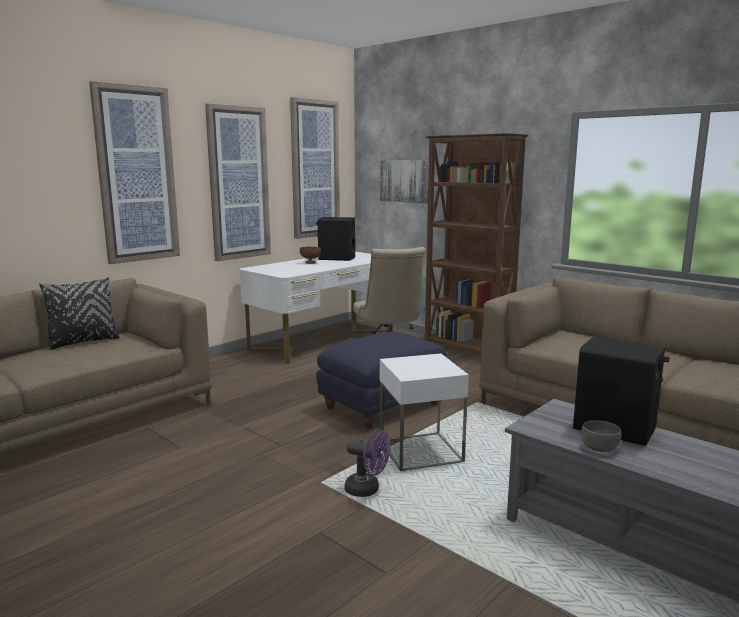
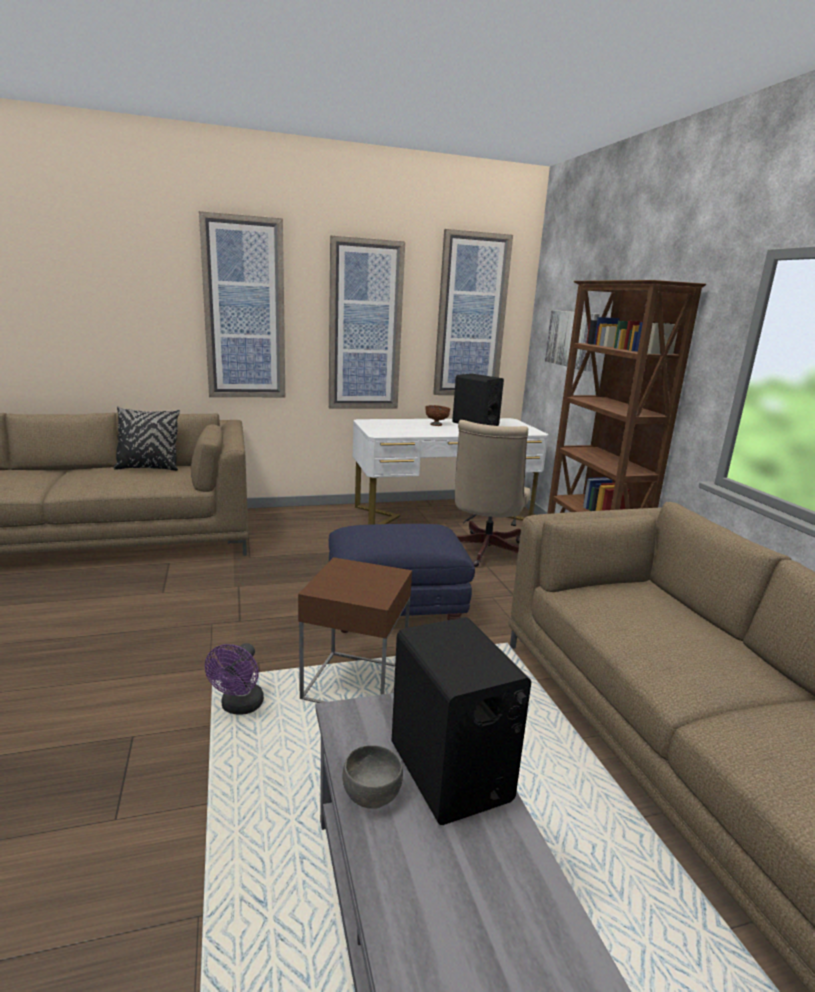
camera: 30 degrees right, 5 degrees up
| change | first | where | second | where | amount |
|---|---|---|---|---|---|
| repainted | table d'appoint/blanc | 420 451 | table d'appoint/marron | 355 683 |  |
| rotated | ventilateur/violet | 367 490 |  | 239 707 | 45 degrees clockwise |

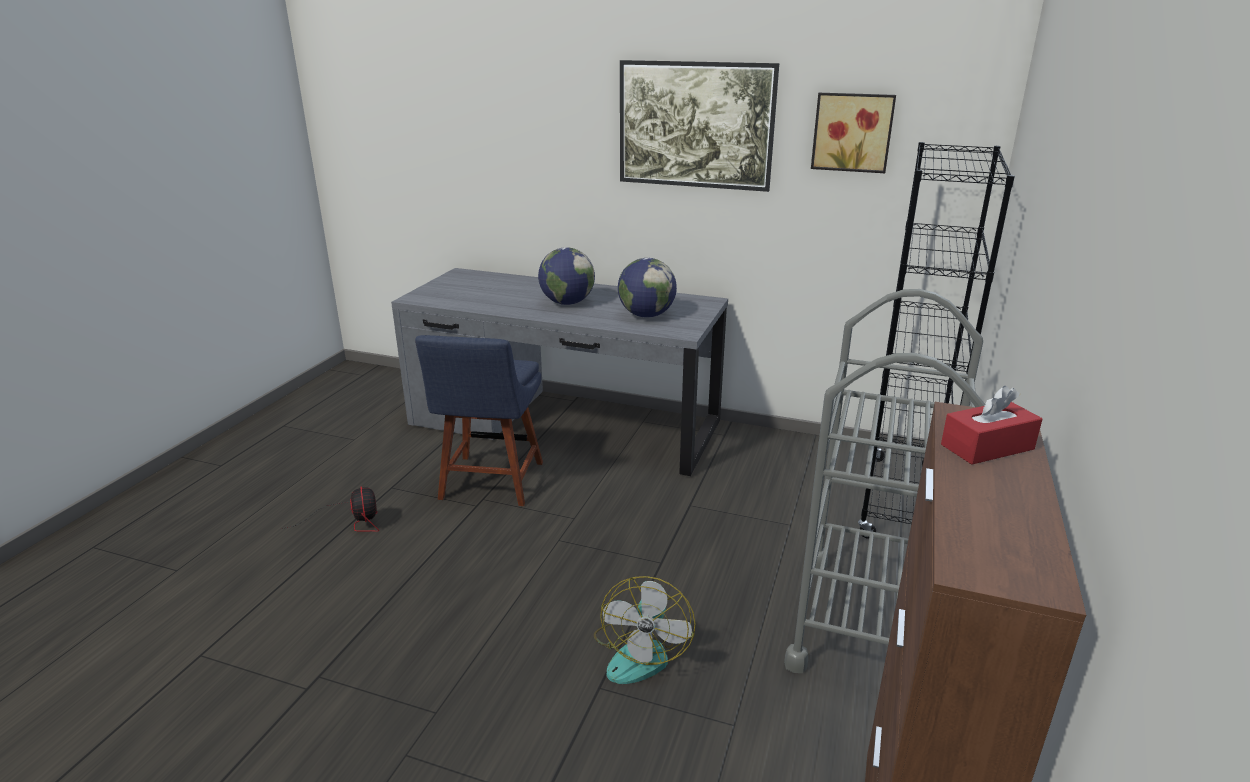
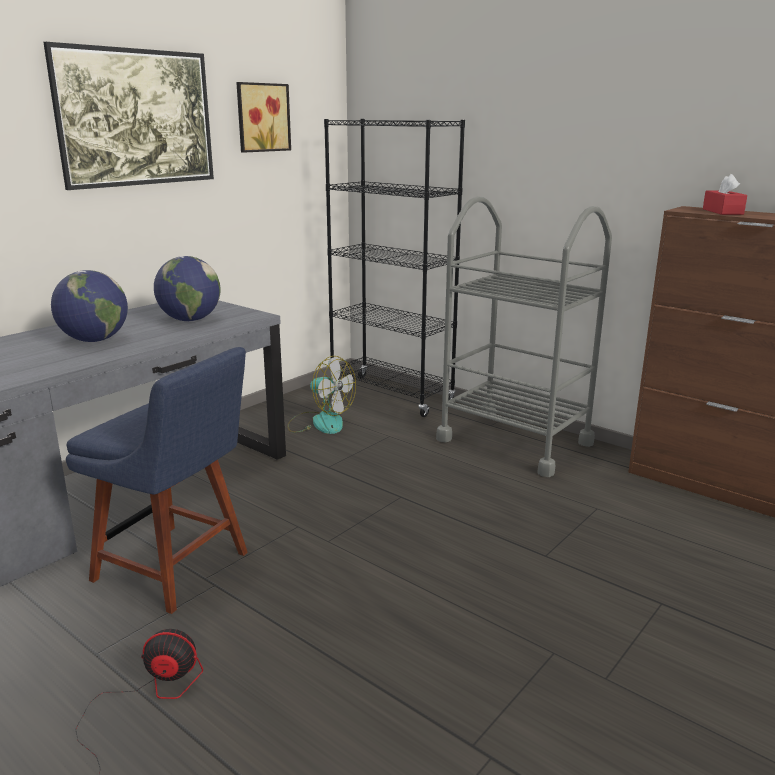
camera: 70 degrees left, 5 degrees down
| change | first | where | second | where | amount |
|---|---|---|---|---|---|
| shifted | ventilateur | 641 652 |  | 320 422 |  |

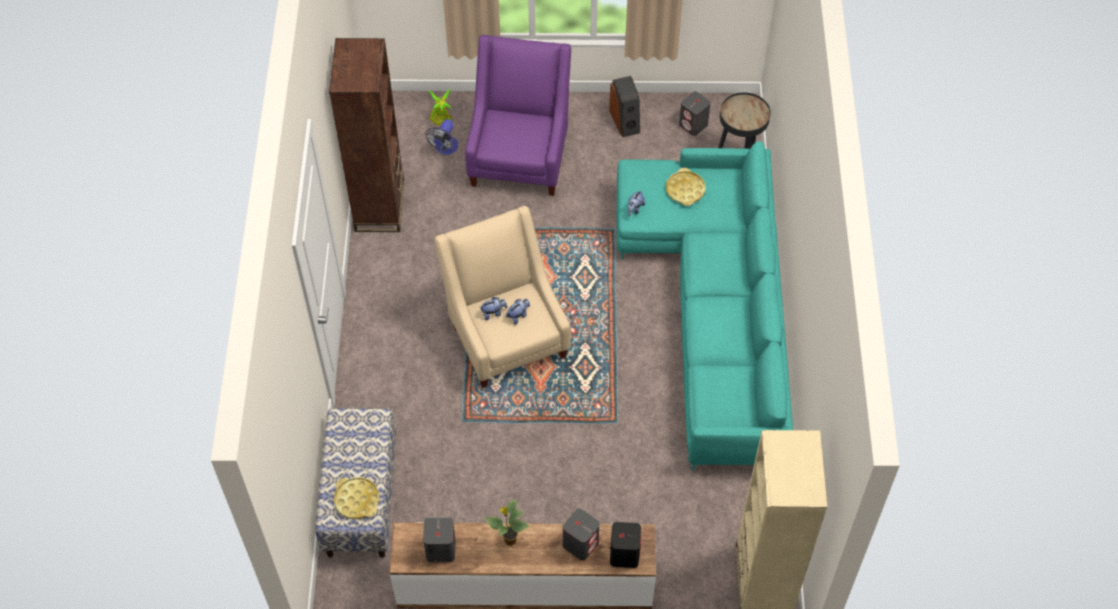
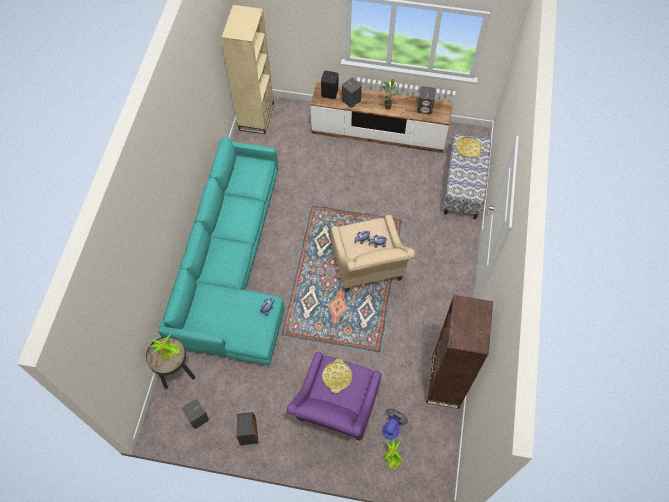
camera: 170 degrees left, 5 degrees up
| change | first | where | second | where | amount |
|---|---|---|---|---|---|
| new |  |  | plante en pot | 169 353 |  |
| shifted | plateau/jaune | 685 190 |  | 337 377 |  |

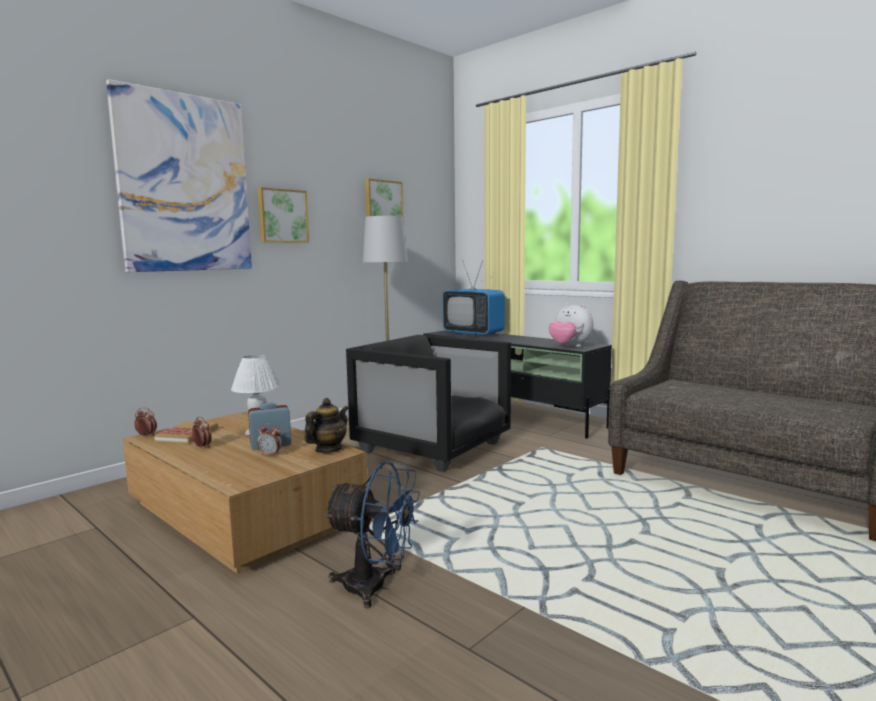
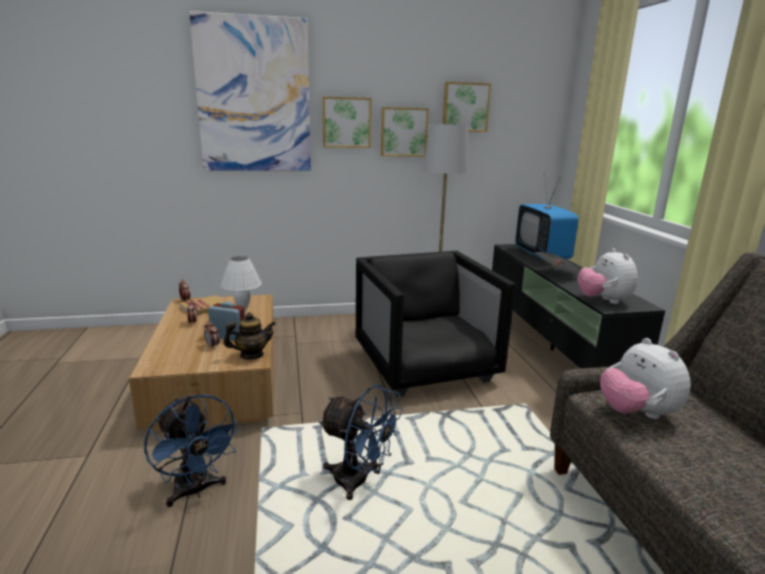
camera: 35 degrees right, 10 degrees up
| change | first | where | second | where | amount |
|---|---|---|---|---|---|
| new |  |  | ventilateur/bleu | 359 481 |  |
| new |  |  | tableau | 403 132 |  |
| new |  |  | journal | 557 274 |  |
| new |  |  | peluche | 637 413 |  |

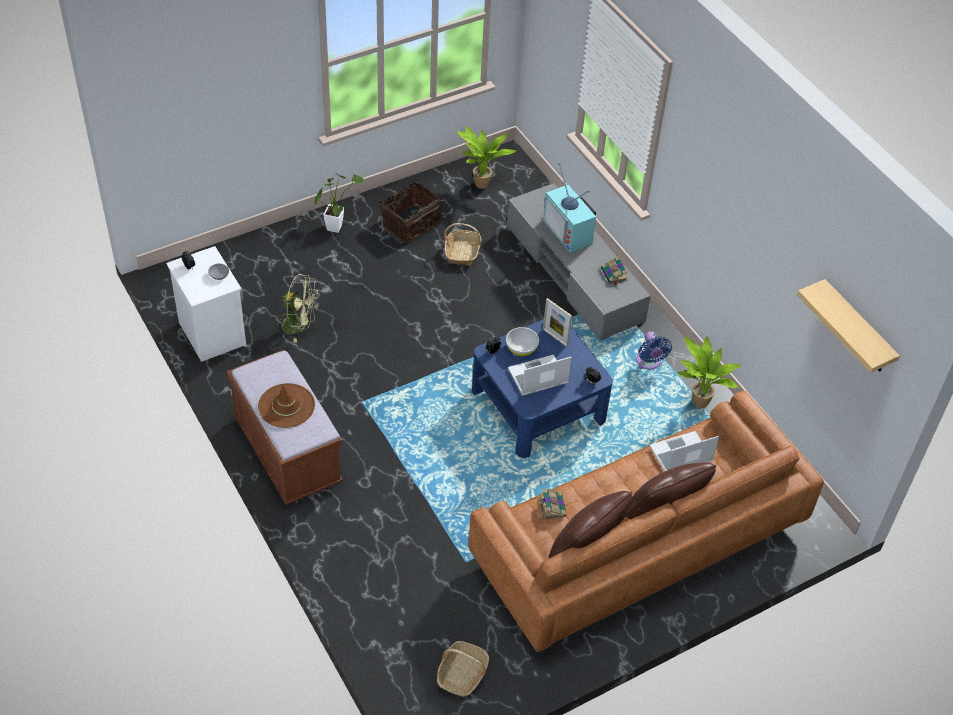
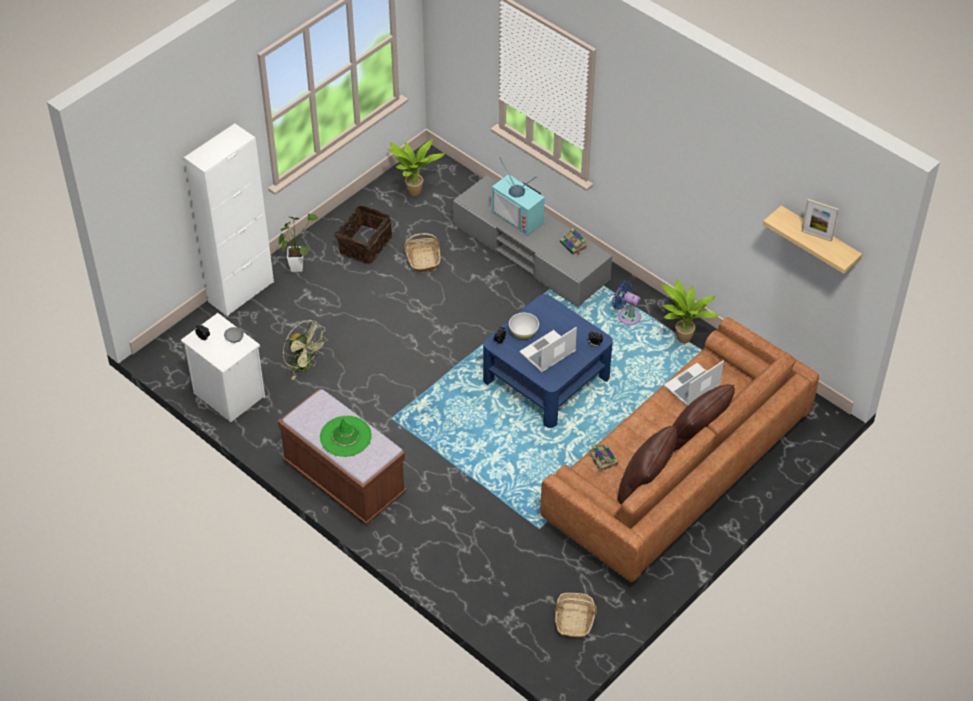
camera: 15 degrees left, 0 degrees up
| change | first | where | second | where | amount |
|---|---|---|---|---|---|
| new |  |  | meuble de rangement/blanc | 241 292 |  |
| shifted | cadre photo | 555 337 |  | 816 235 |  |
| repainted | chapeau/marron | 286 406 | chapeau/vert | 345 436 |  |
| rotated | ventilateur/vert | 299 326 |  | 305 366 | 45 degrees clockwise |
| rotated | ventilateur/bleu | 648 363 |  | 626 316 | 150 degrees clockwise |

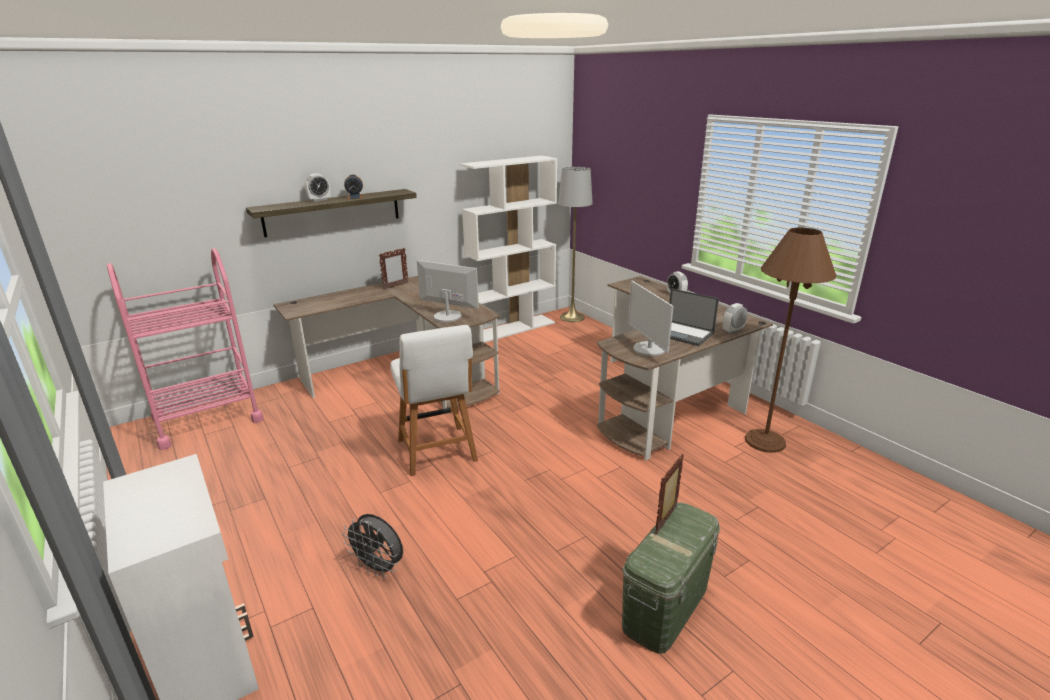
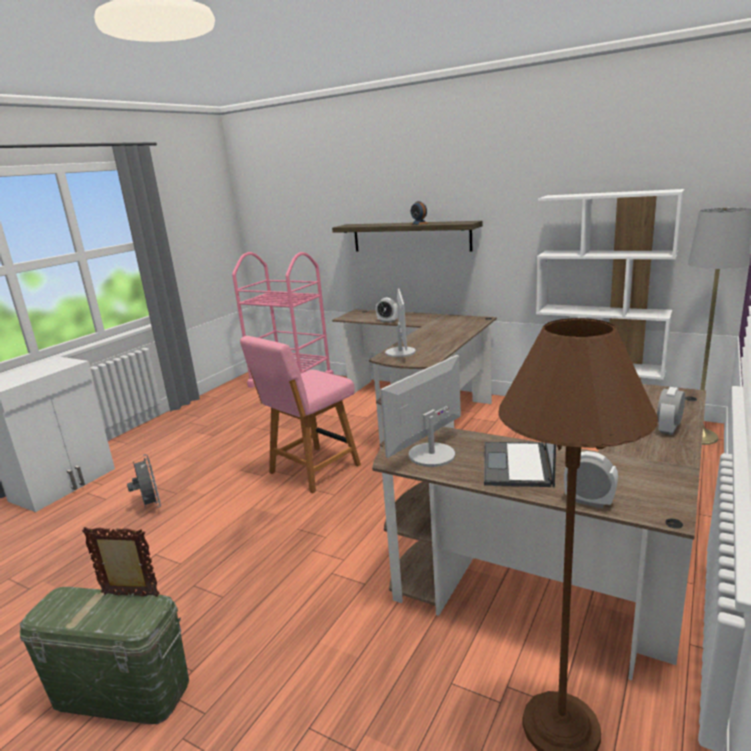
camera: 65 degrees right, 5 degrees down
| change | first | where | second | where | amount |
|---|---|---|---|---|---|
| gone | cadre photo | 395 286 |  |  |  |
| shifted | réveil | 319 200 |  | 387 321 |  |
| repainted | chaise/blanc | 437 452 | chaise/rose | 312 470 |  |
| rotated | ventilateur/gris | 379 568 |  | 150 506 | 150 degrees clockwise |

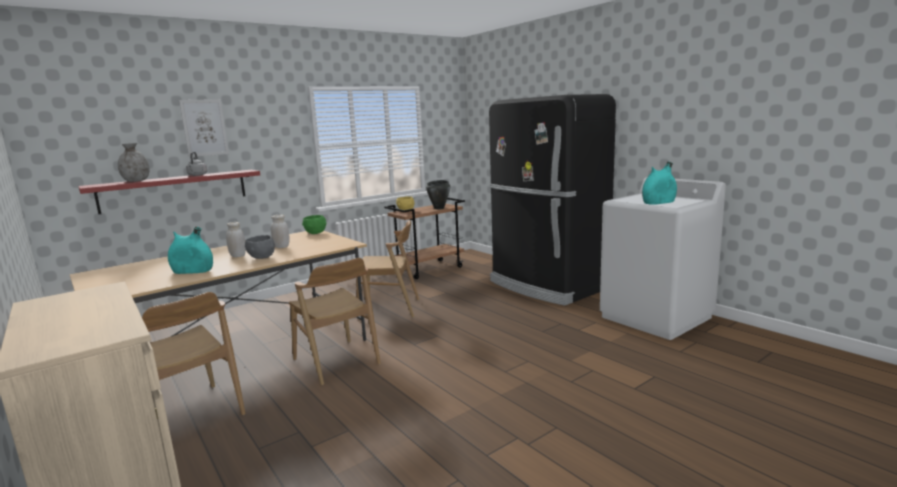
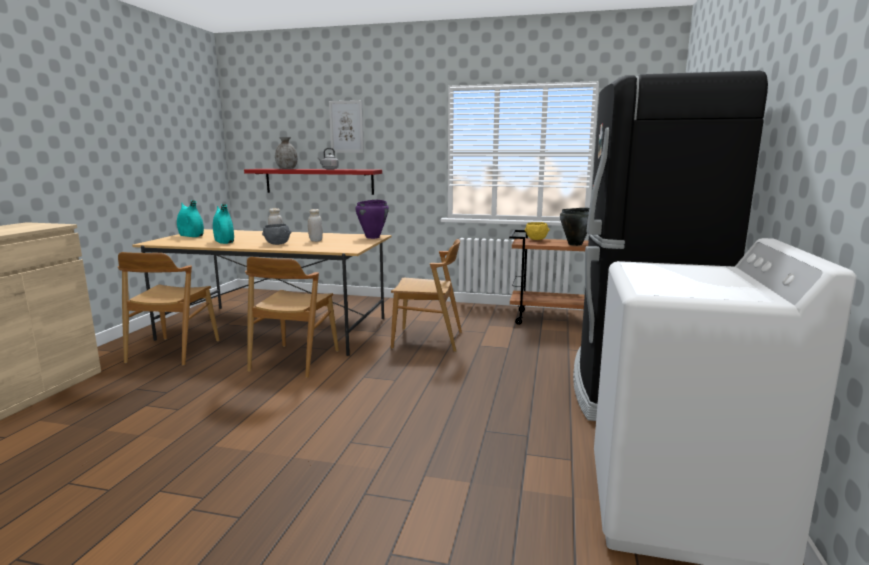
camera: 50 degrees right, 0 degrees up
| change | first | where | second | where | amount |
|---|---|---|---|---|---|
| shifted | vase/turquoise | 658 203 |  | 191 236 |  |
| swapped | bol/vert | 315 233 | marmite/violet | 373 237 |  |
| rotated | chaise/marron | 389 309 |  | 428 340 | 45 degrees counterclockwise |

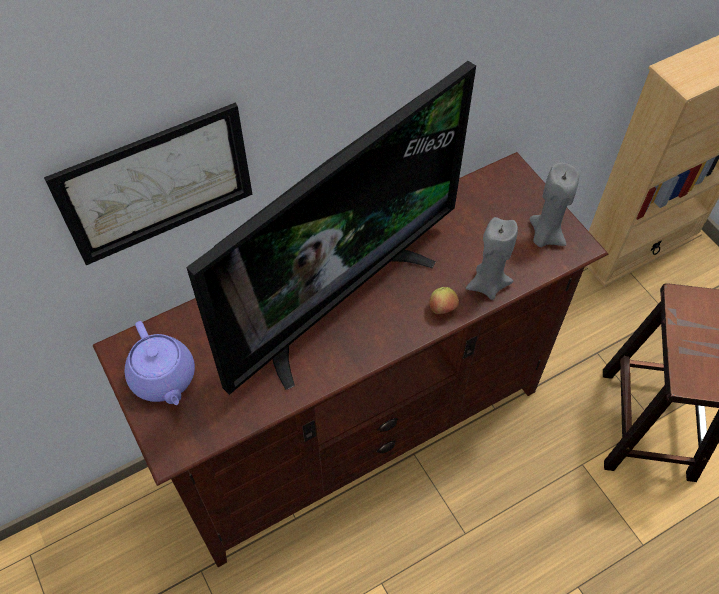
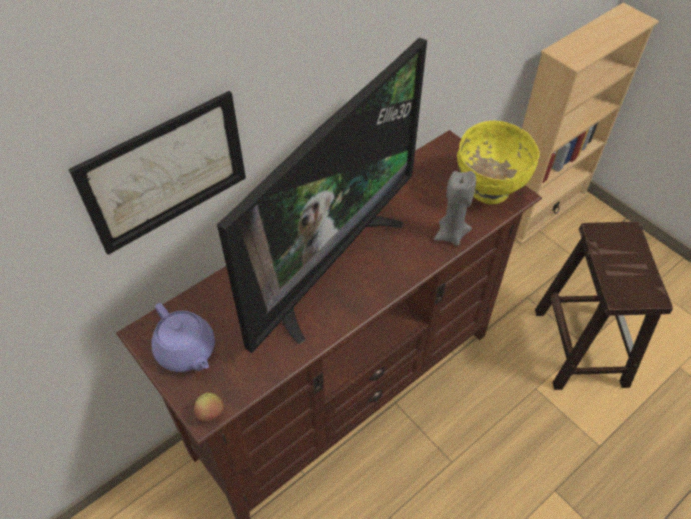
camera: 10 degrees left, 5 degrees down
| change | first | where | second | where | amount |
|---|---|---|---|---|---|
| shifted | pomme | 442 309 |  | 211 414 |  |
| swapped | bougie/gris | 545 236 | bol/jaune | 488 190 |  |

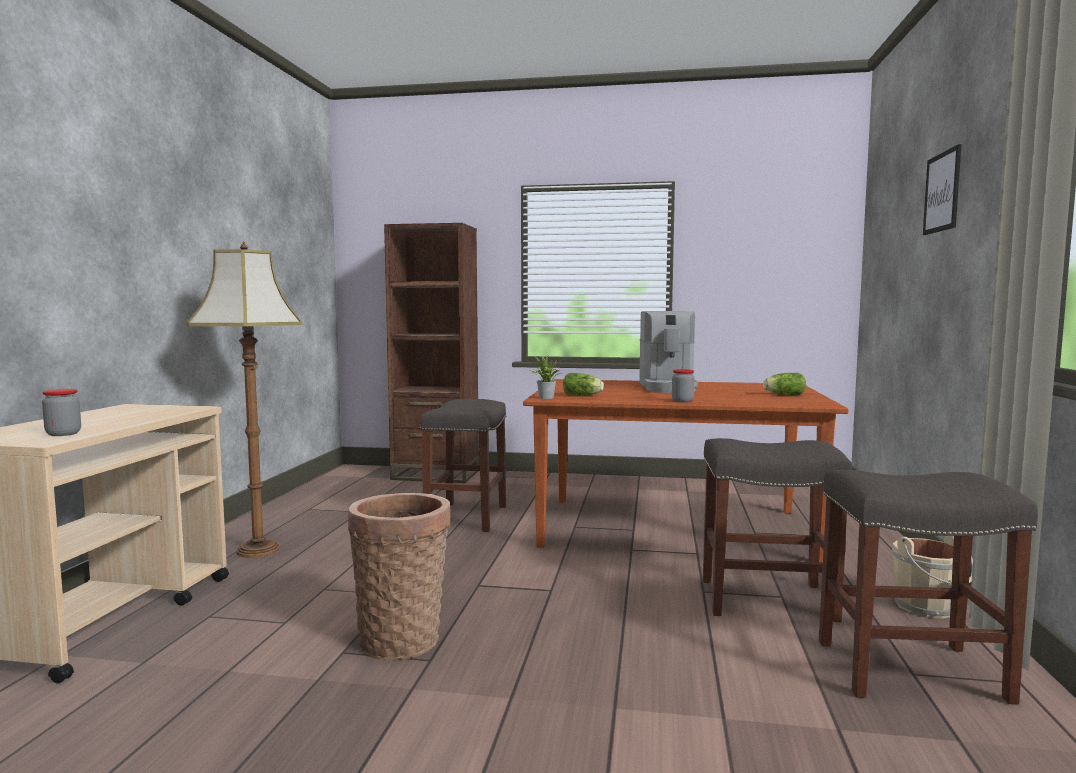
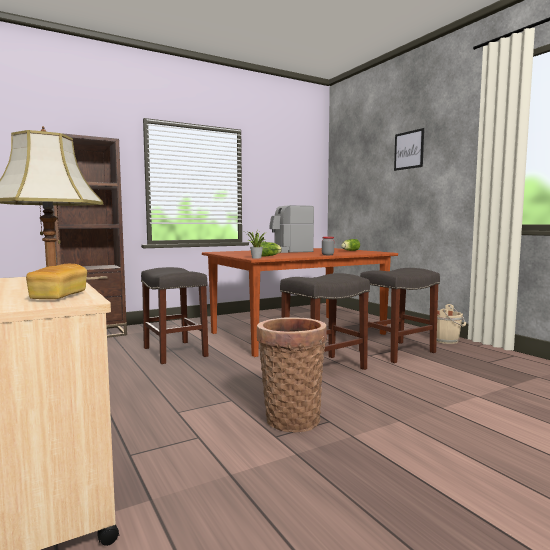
camera: 40 degrees left, 0 degrees up
| change | first | where | second | where | amount |
|---|---|---|---|---|---|
| shifted | tabouret/gris | 908 671 |  | 323 369 |  |
| swapped | bocal | 63 434 | pain | 59 296 |  |
| rotated | machine à café | 667 387 |  | 286 251 | 105 degrees clockwise |

